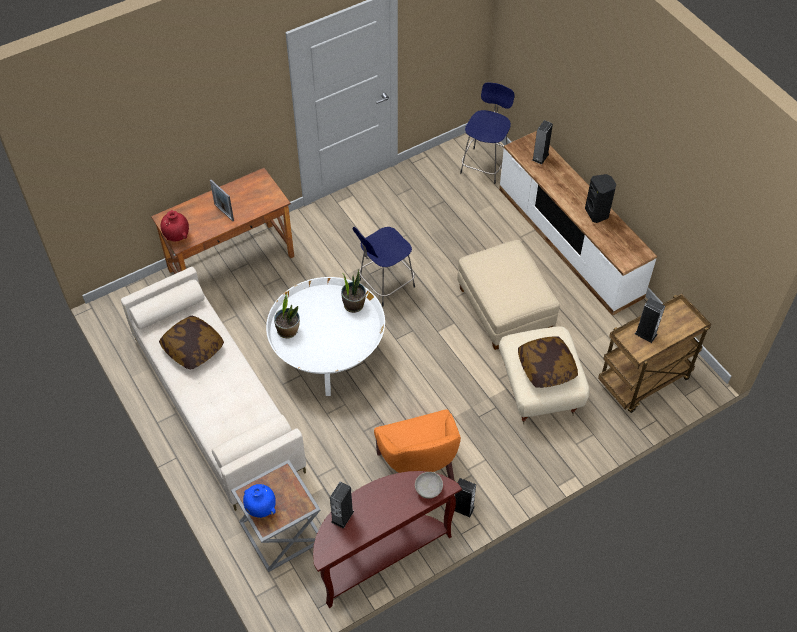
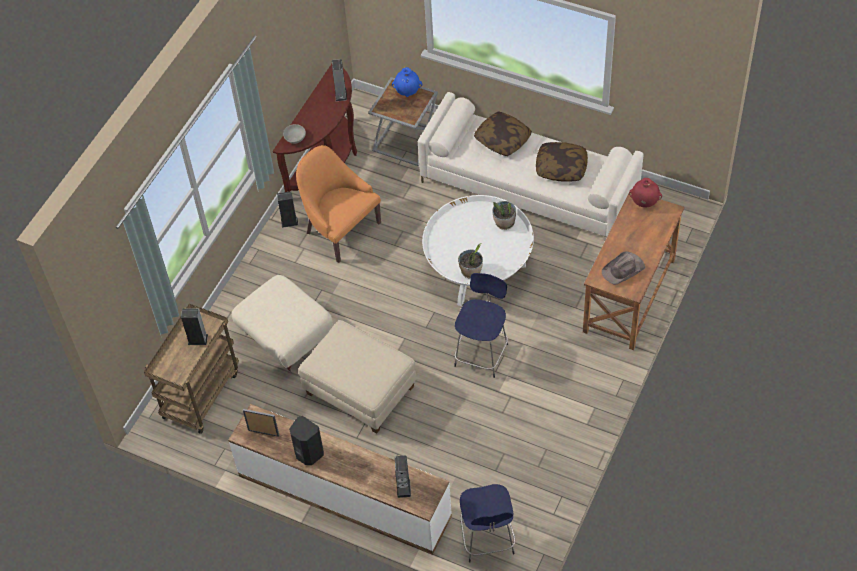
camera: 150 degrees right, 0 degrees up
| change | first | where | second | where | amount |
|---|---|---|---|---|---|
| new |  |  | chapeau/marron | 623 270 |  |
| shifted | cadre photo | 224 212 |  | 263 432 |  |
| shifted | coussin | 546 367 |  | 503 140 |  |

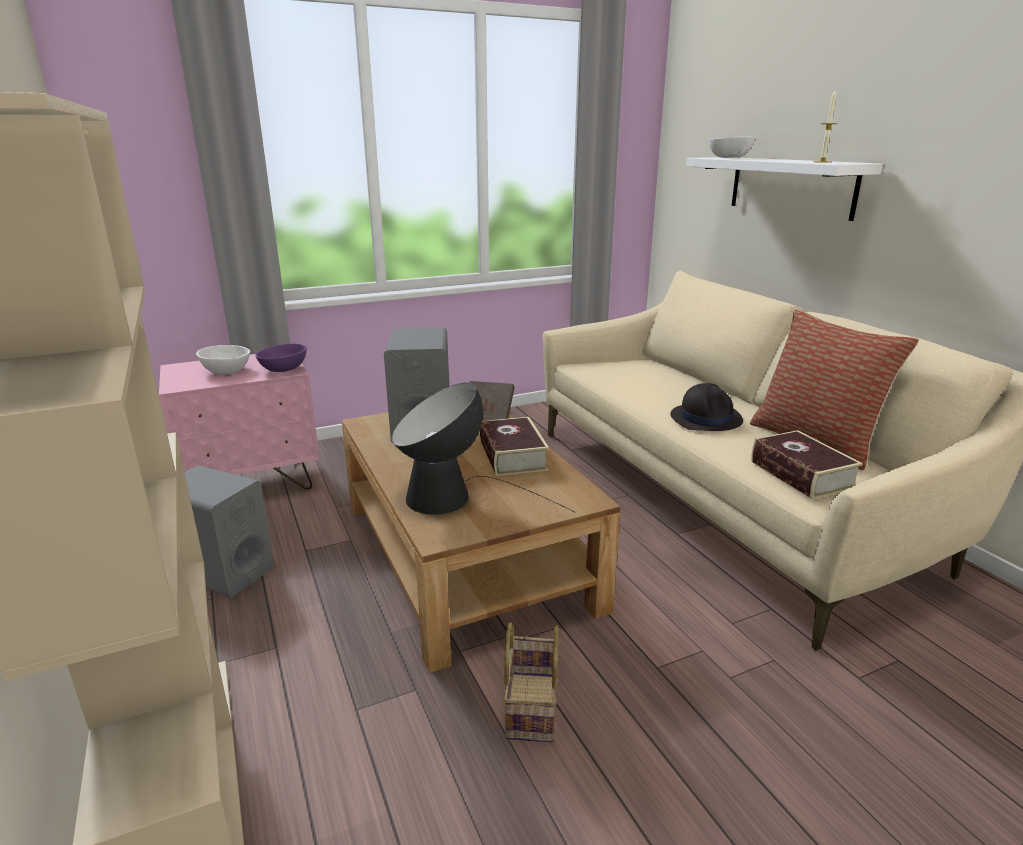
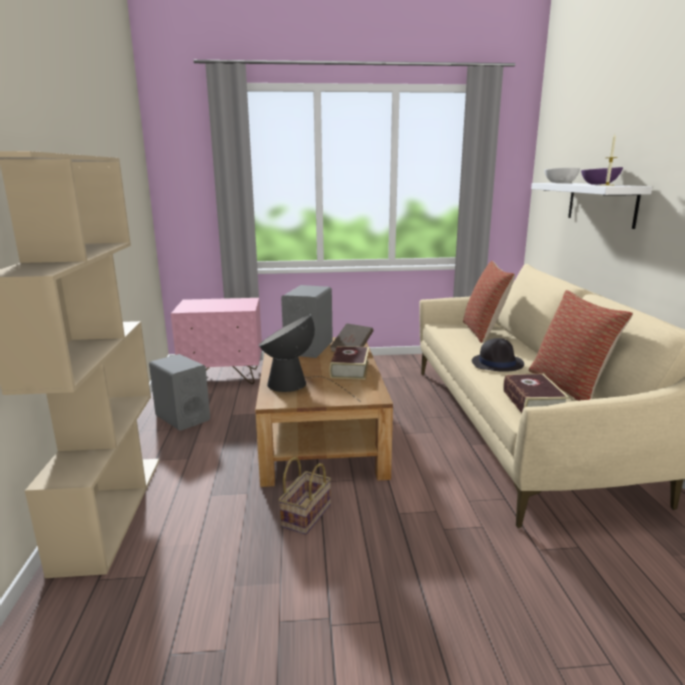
camera: 20 degrees right, 5 degrees down
| change | first | where | second | where | amount |
|---|---|---|---|---|---|
| gone | bol/blanc | 225 371 |  |  |  |
| new |  |  | coussin | 483 332 |  |
| shifted | bol/violet | 284 369 |  | 600 184 |  |

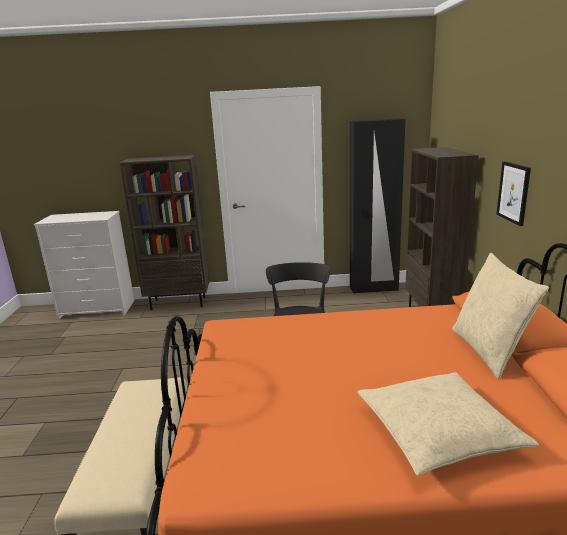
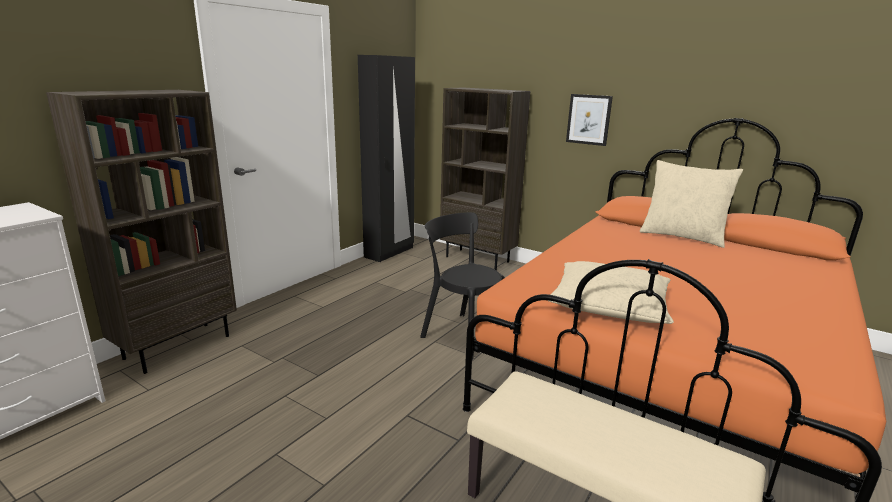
camera: 55 degrees left, 0 degrees up
| change | first | where | second | where | amount |
|---|---|---|---|---|---|
| shifted | coussin/beige | 438 432 |  | 609 305 |  |

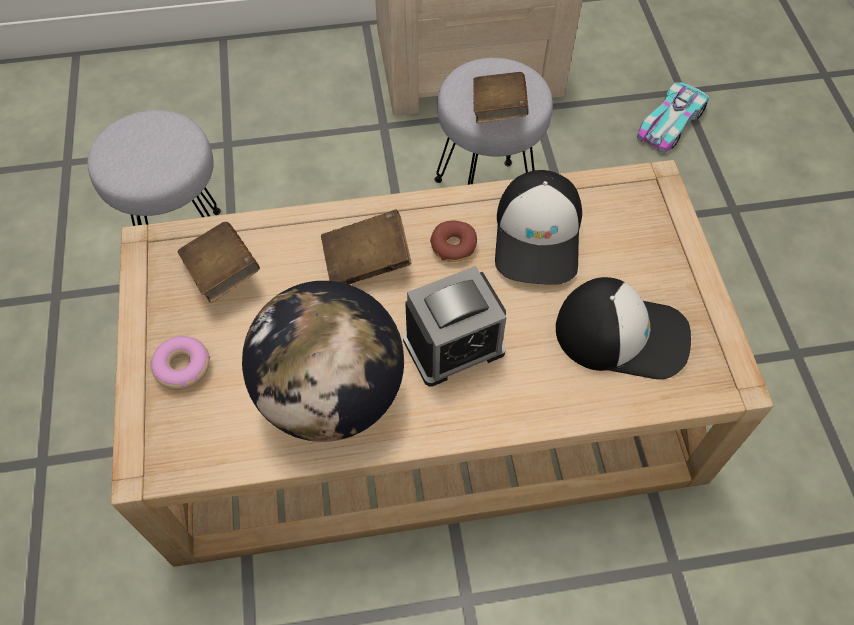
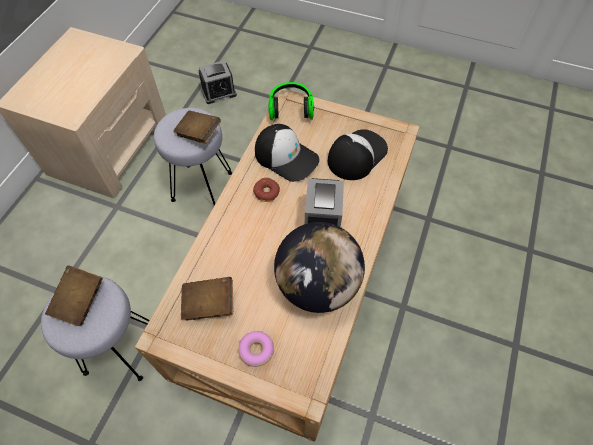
camera: 60 degrees left, 0 degrees up
| change | first | where | second | where | amount |
|---|---|---|---|---|---|
| new |  |  | casque audio | 291 108 |  |
| shifted | livre/marron | 367 262 |  | 80 301 |  |
| swapped | petite voiture | 670 123 | réveil | 219 92 |  |

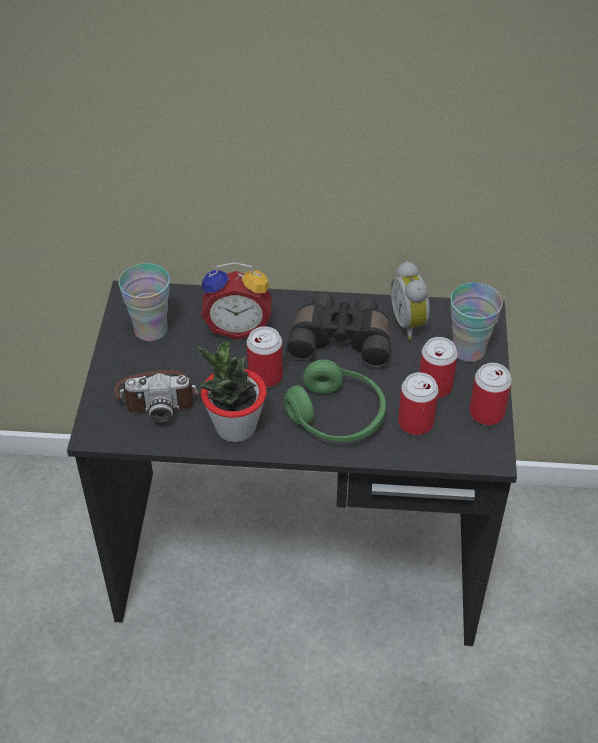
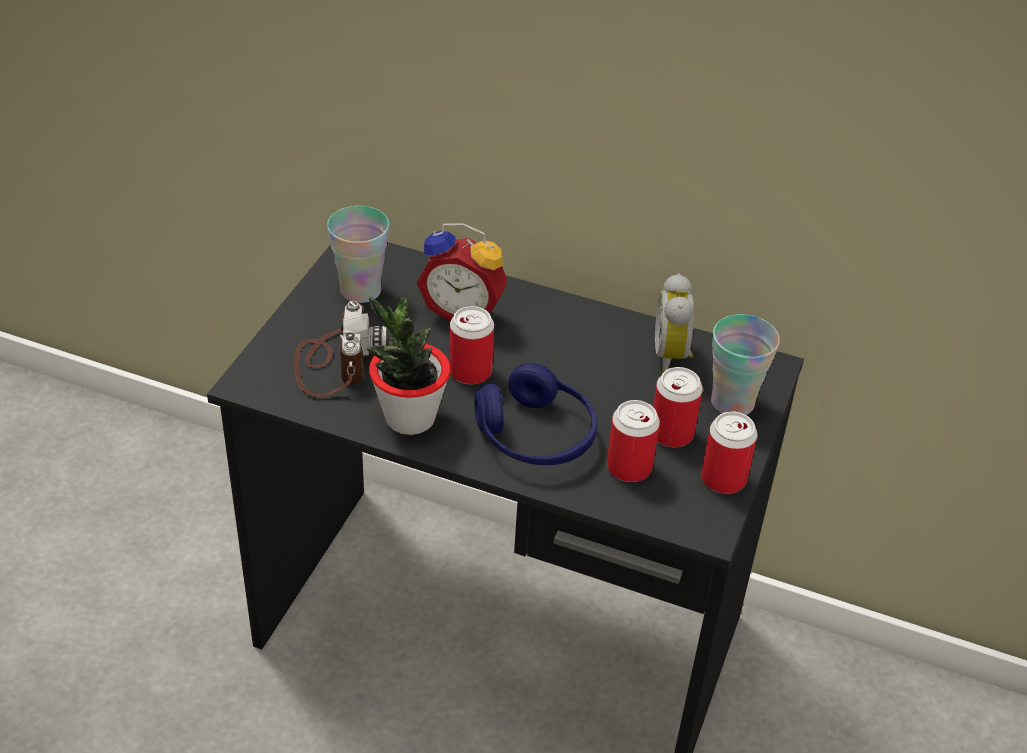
camera: 15 degrees right, 5 degrees down
| change | first | where | second | where | amount |
|---|---|---|---|---|---|
| gone | jumelles/noir | 341 339 |  |  |  |
| repainted | casque audio/vert | 336 416 | casque audio/bleu | 535 436 |  |
| rotated | appareil photo | 158 396 |  | 335 362 | 105 degrees counterclockwise |

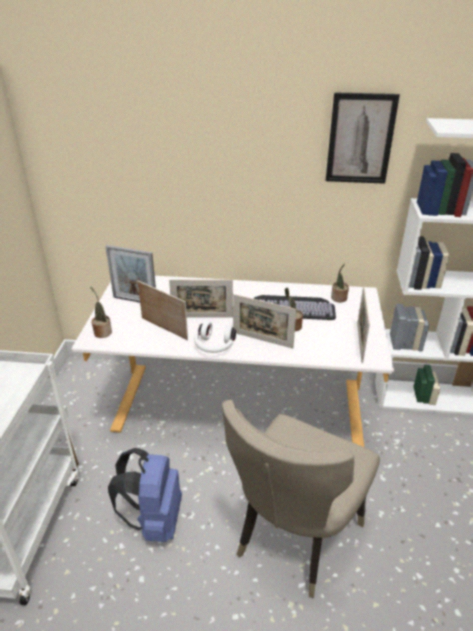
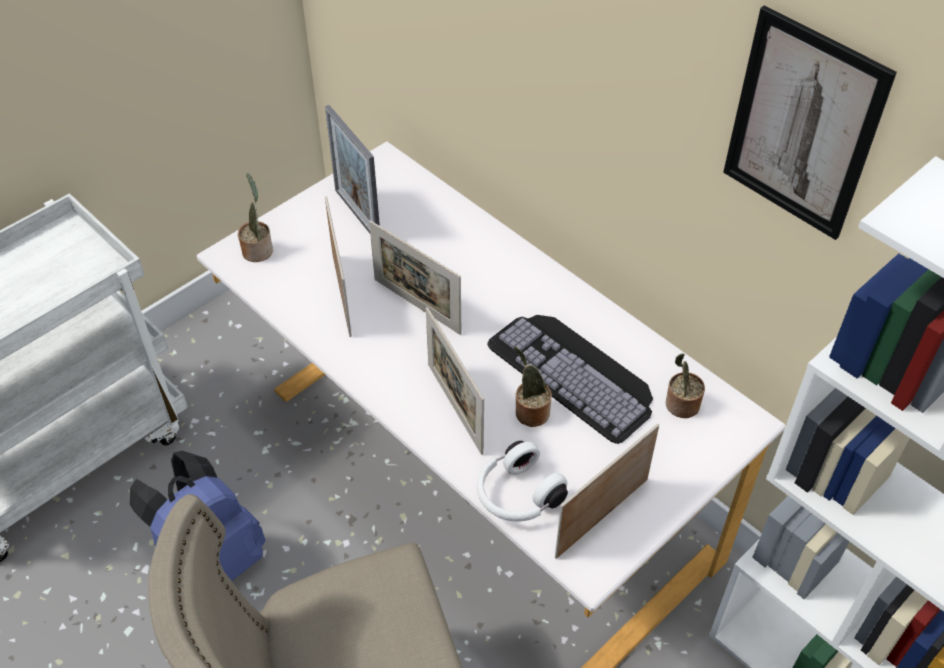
camera: 40 degrees right, 15 degrees up
| change | first | where | second | where | amount |
|---|---|---|---|---|---|
| shifted | casque audio/blanc | 214 346 |  | 517 495 |  |

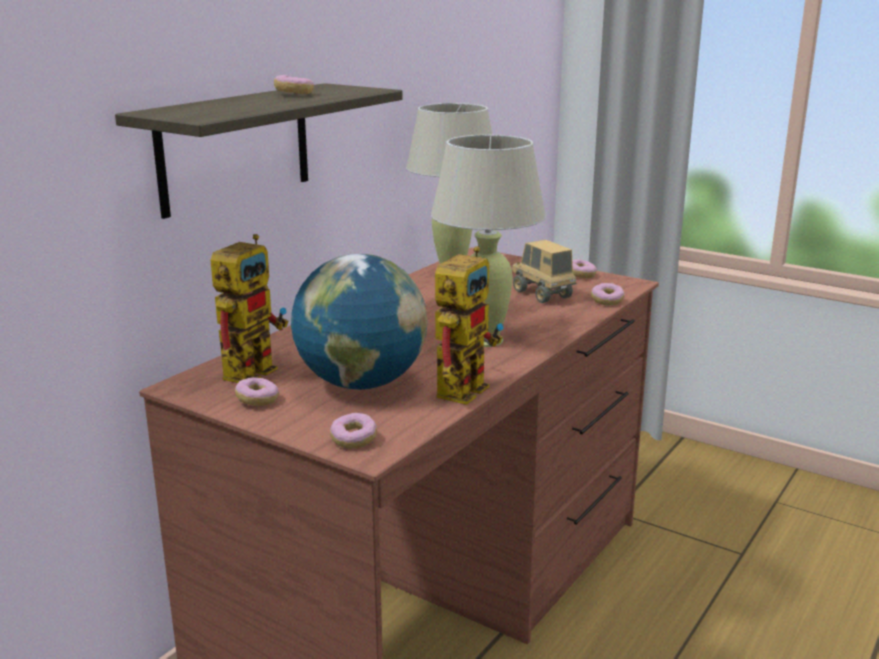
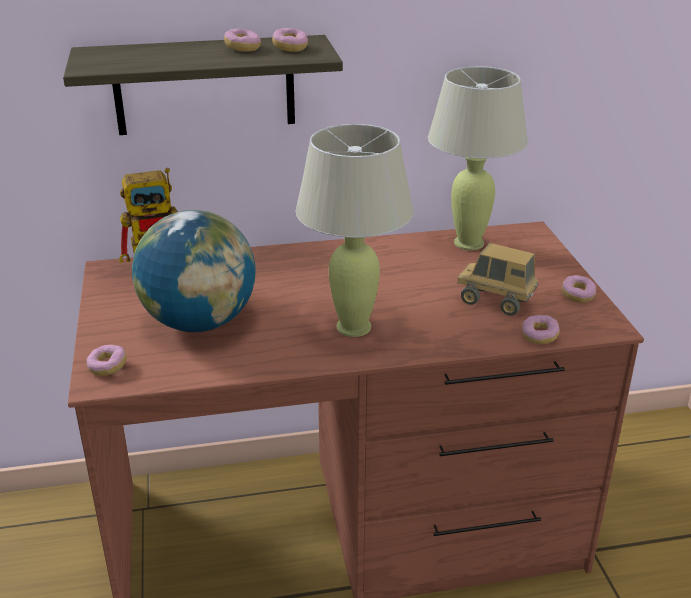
camera: 45 degrees right, 10 degrees up
| change | first | where | second | where | amount |
|---|---|---|---|---|---|
| gone | robot jouet | 463 386 |  |  |  |
| shifted | beignet | 257 400 |  | 290 48 |  |
| rotated | camion jouet | 542 295 |  | 495 302 | 75 degrees counterclockwise |

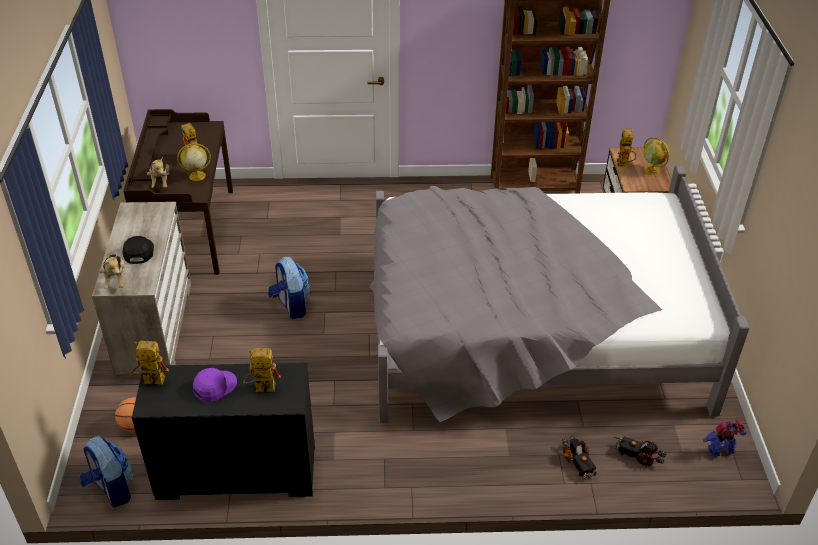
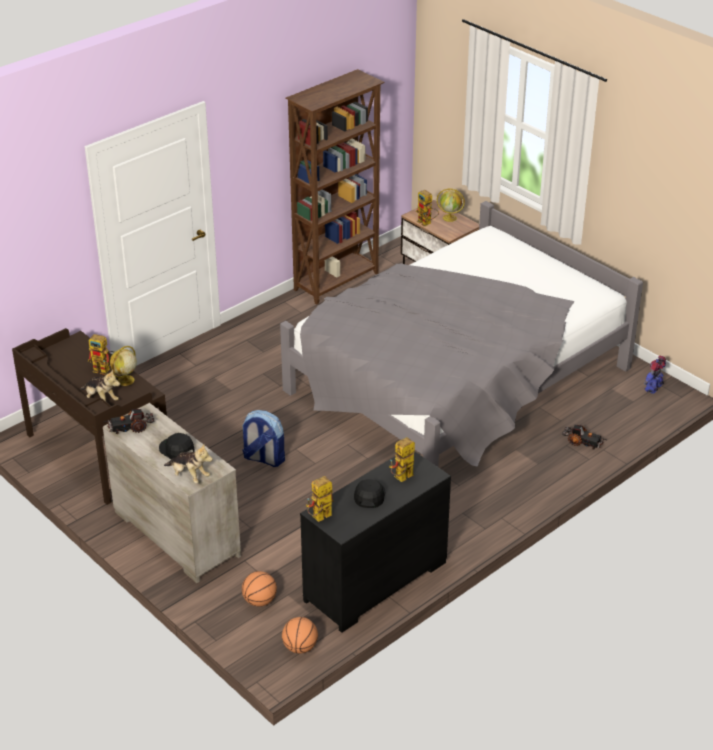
camera: 40 degrees left, 5 degrees down
| change | first | where | second | where | amount |
|---|---|---|---|---|---|
| shifted | camion jouet | 638 455 |  | 130 428 |  |
| swapped | sac à dos | 111 489 | ballon de basket | 300 647 |  |
| repainted | casquette/violet | 214 386 | casquette/noir | 369 495 |  |

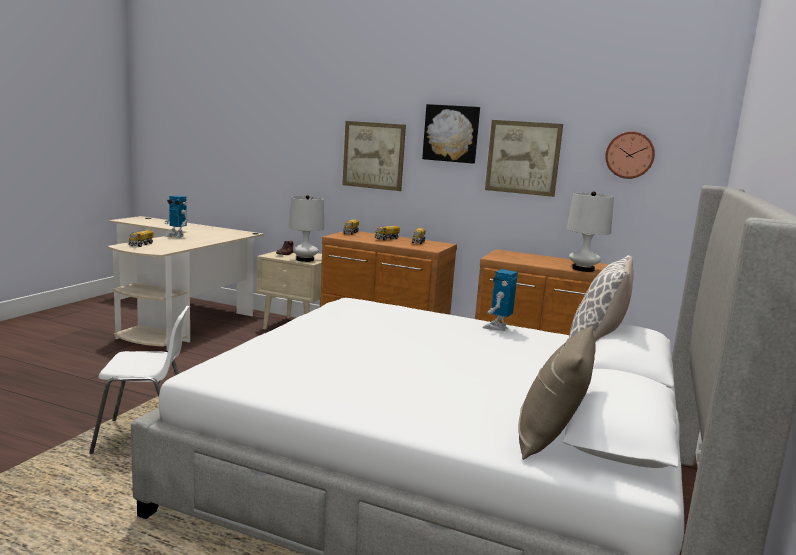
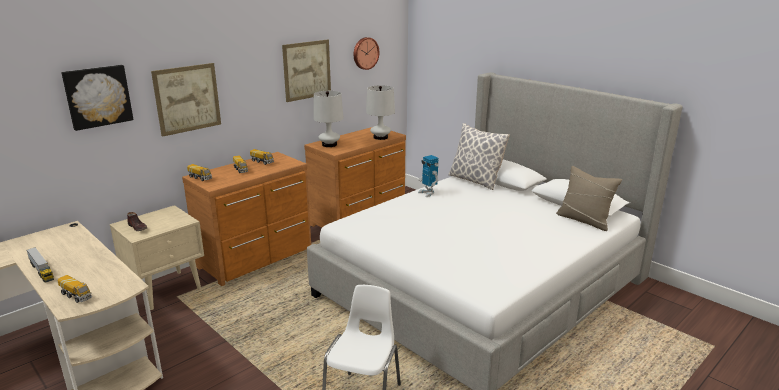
camera: 65 degrees left, 10 degrees up
| change | first | where | second | where | amount |
|---|---|---|---|---|---|
| shifted | lampe de table/blanc | 305 259 |  | 329 144 |  |
| shifted | tableau | 451 133 |  | 97 96 |  |
| swapped | robot jouet | 176 236 | camion jouet | 41 271 |  |

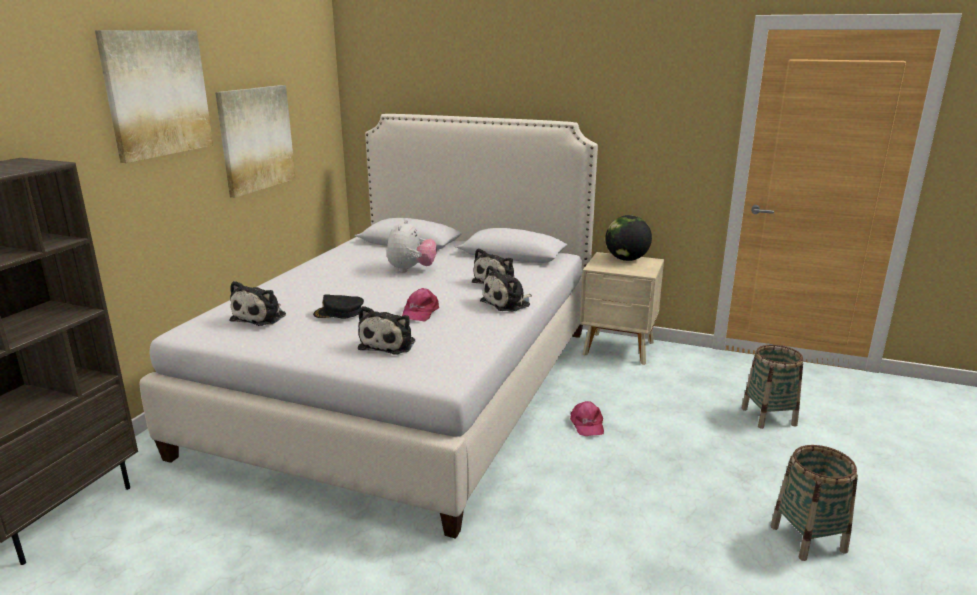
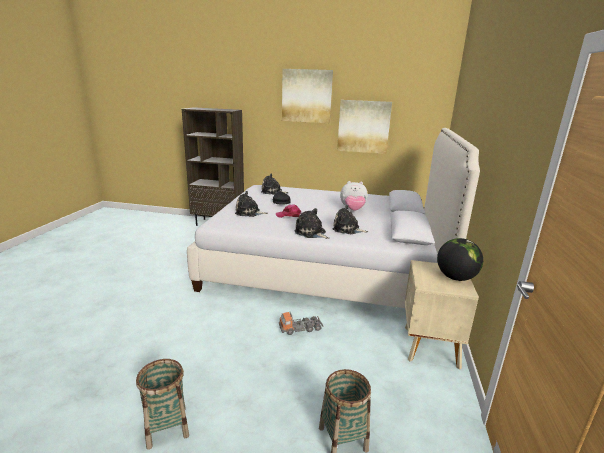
camera: 80 degrees right, 0 degrees up
| change | first | where | second | where | amount |
|---|---|---|---|---|---|
| swapped | casquette/rose | 587 424 | camion jouet | 300 328 |  |

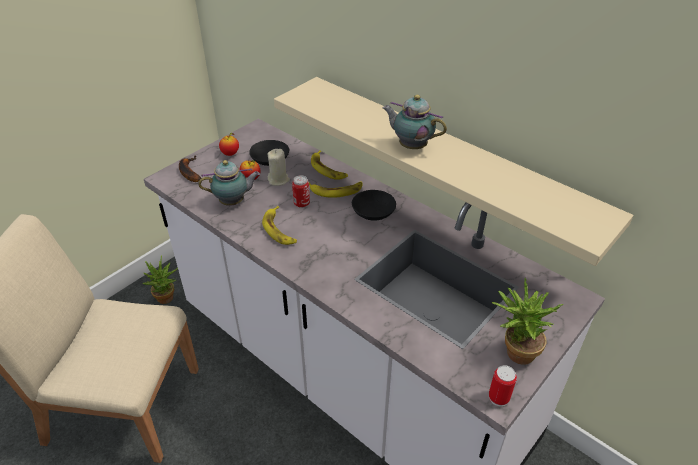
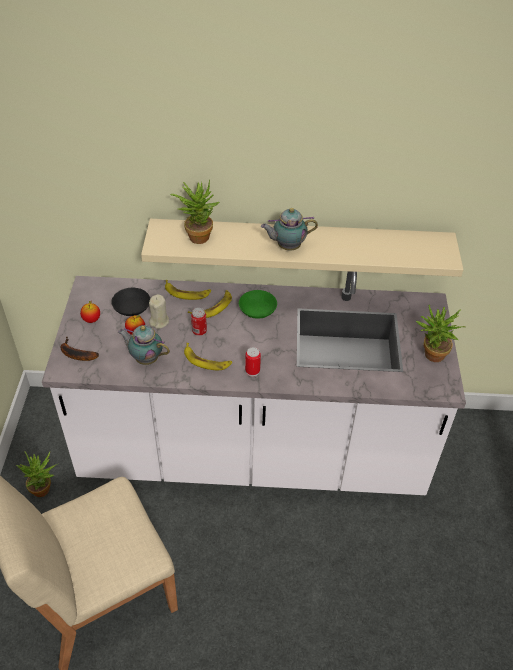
camera: 40 degrees left, 5 degrees up
| change | first | where | second | where | amount |
|---|---|---|---|---|---|
| new |  |  | plante en pot | 197 235 |  |
| shifted | boîte métallique | 498 397 |  | 252 371 |  |
| repainted | bol/noir | 374 212 | bol/vert | 258 310 |  |
| rotated | théière | 234 202 |  | 145 358 | 105 degrees counterclockwise |

